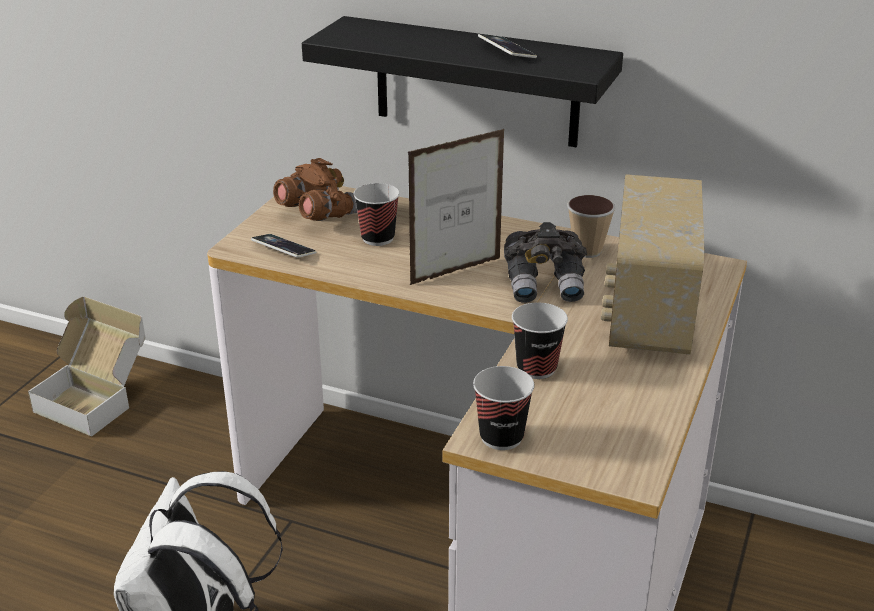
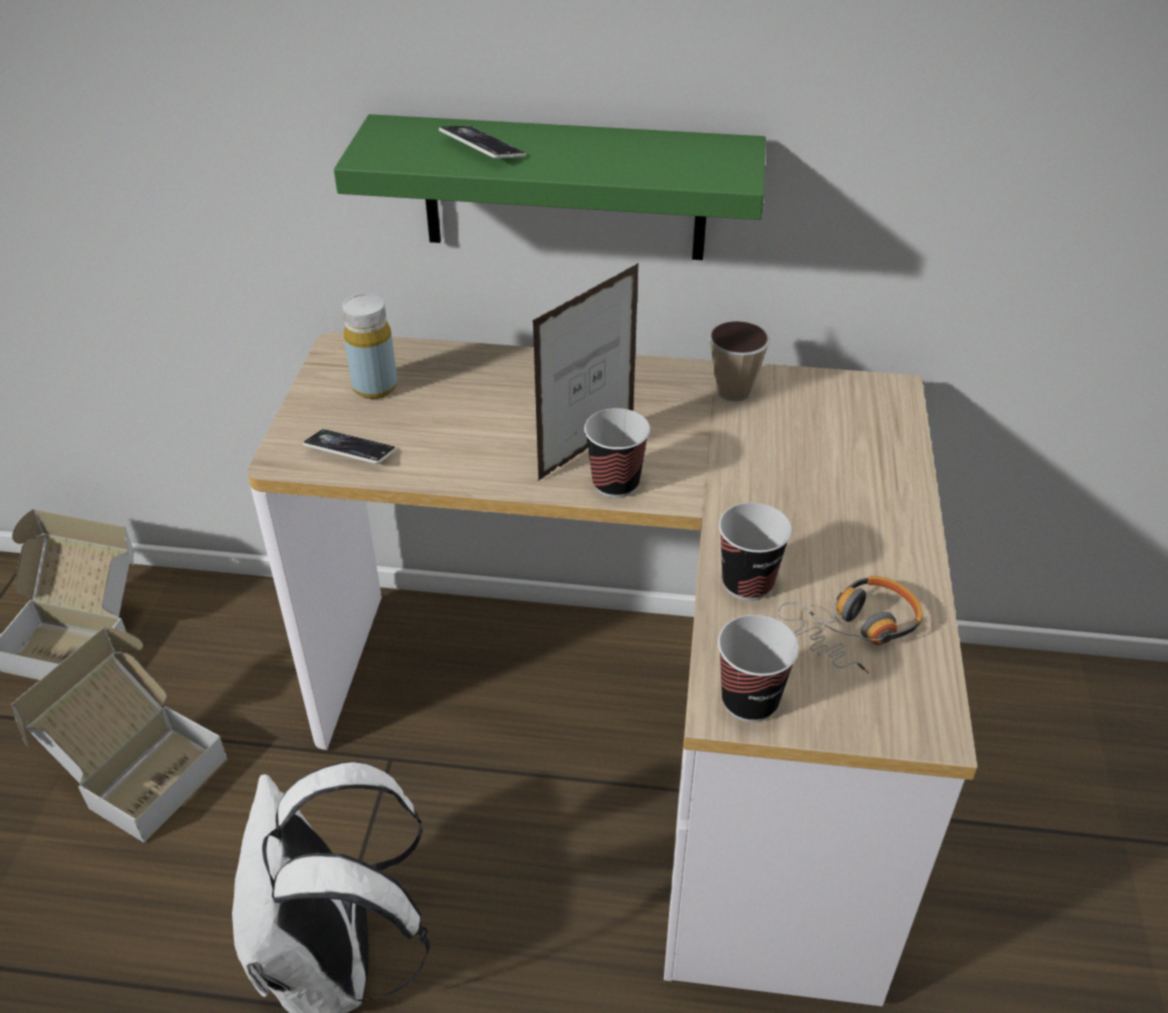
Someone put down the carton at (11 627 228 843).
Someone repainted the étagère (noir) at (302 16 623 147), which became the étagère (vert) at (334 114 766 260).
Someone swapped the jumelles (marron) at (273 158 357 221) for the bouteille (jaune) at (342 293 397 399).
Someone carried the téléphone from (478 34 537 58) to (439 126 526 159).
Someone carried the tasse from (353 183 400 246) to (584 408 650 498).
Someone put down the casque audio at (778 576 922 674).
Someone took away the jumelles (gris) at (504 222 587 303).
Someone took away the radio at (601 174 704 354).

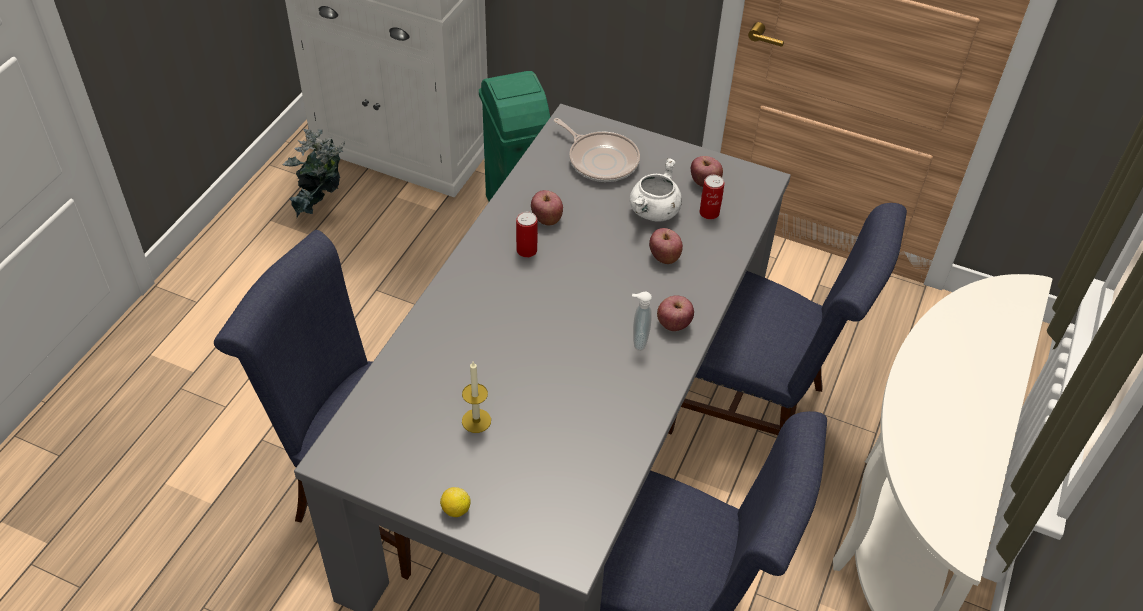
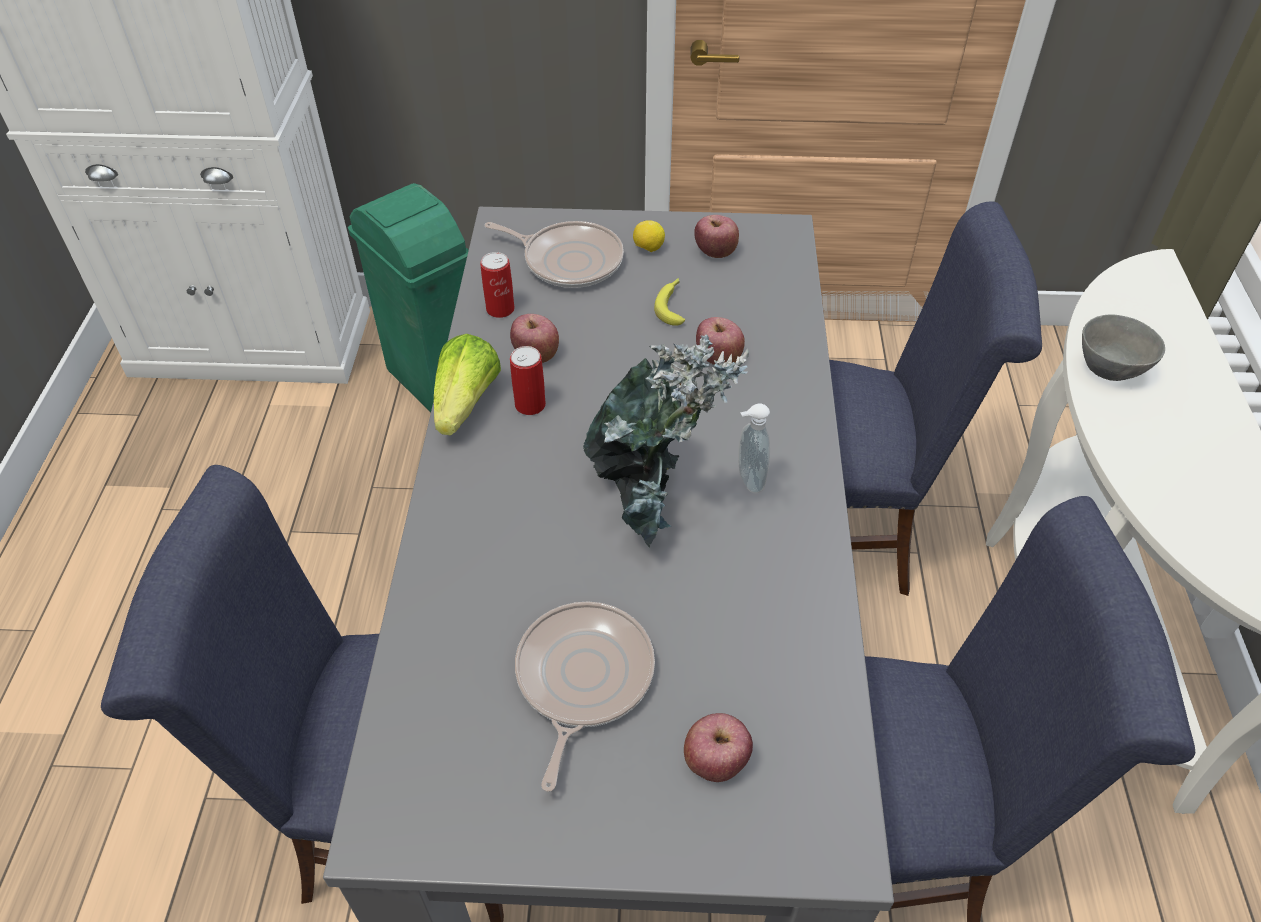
Someone put down the laitue at (434 334 501 435).
Someone carried the boîte métallique from (700 175 724 220) to (480 252 515 318).
Someone swapped the bougie at (462 362 491 433) for the poêle at (515 602 655 792).
Someone carried the plante en pot from (283 129 345 217) to (583 335 749 547).
Someone carried the citron from (440 487 471 517) to (633 220 665 252).
Someone swapped the marmite (blanc) at (630 158 682 222) for the banane at (654 278 685 326).
Someone carried the pomme from (657 295 694 331) to (684 713 753 782).
Someone put down the bol (gris) at (1082 314 1165 381).

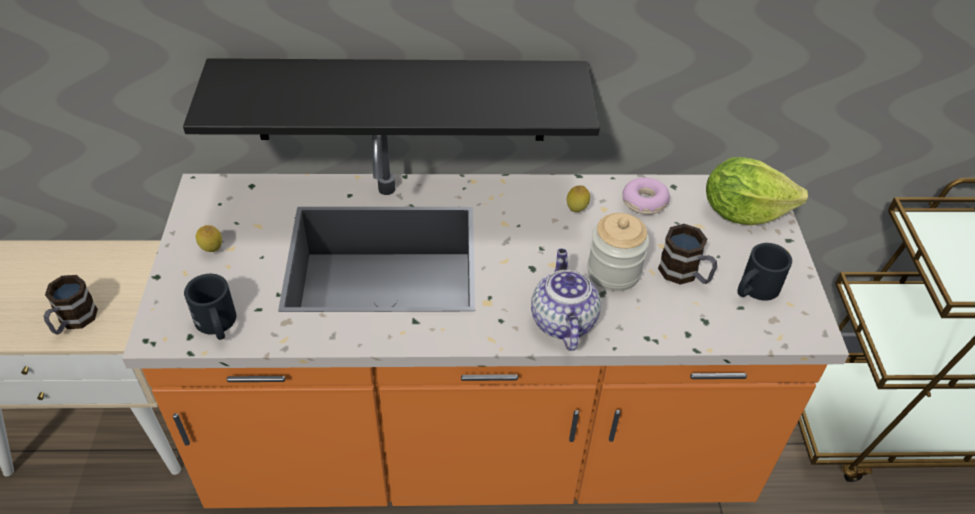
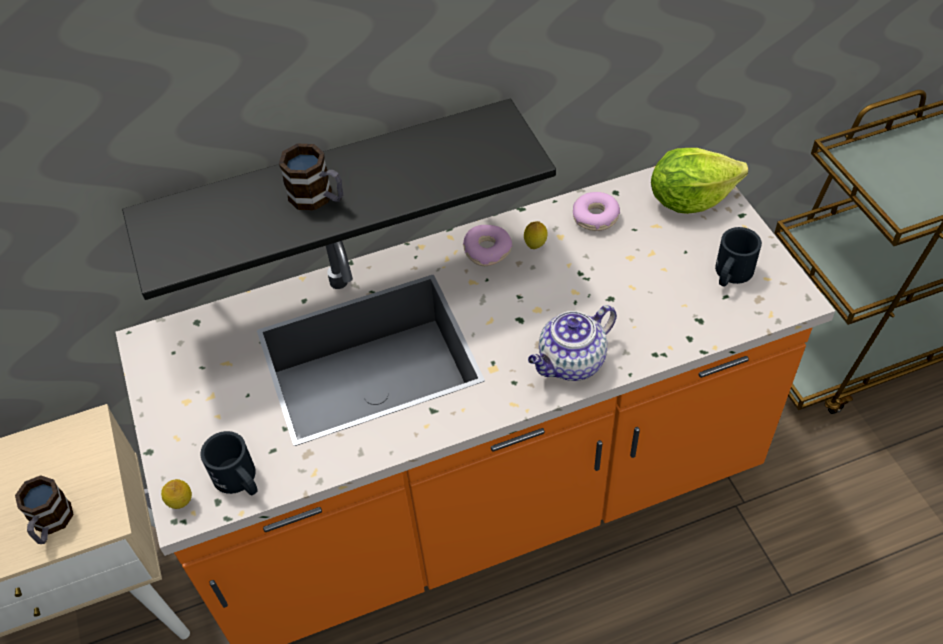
Someone carried the citron from (196 225 222 252) to (161 479 192 509).
Someone carried the mug from (658 224 717 285) to (279 144 343 210).
Someone put down the beignet at (463 225 512 266).
Someone rotated the théière at (531 249 601 351) by 105 degrees counterclockwise.
Someone took away the bocal at (587 213 649 291).

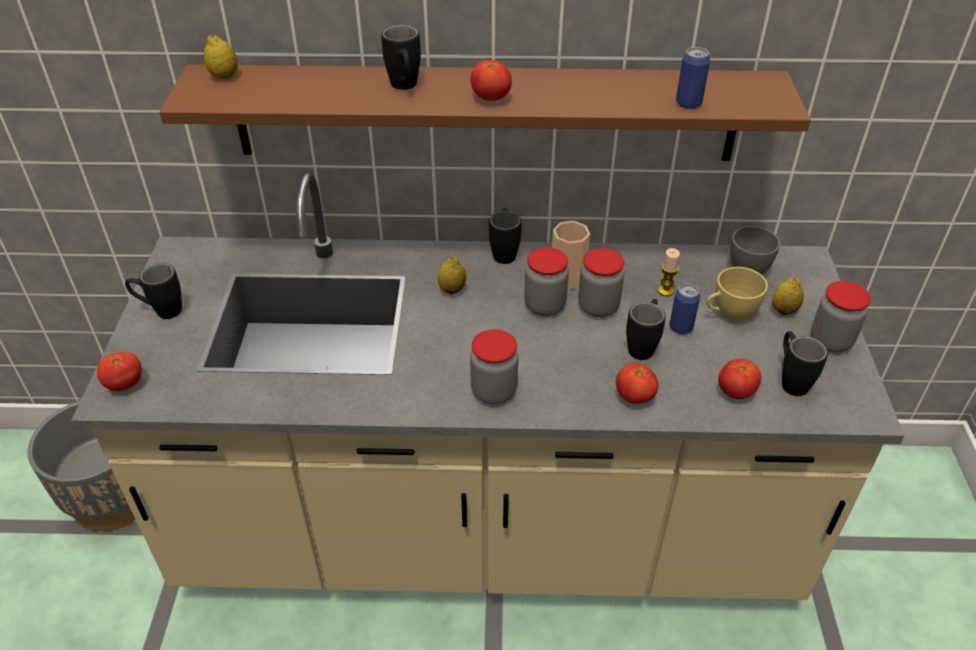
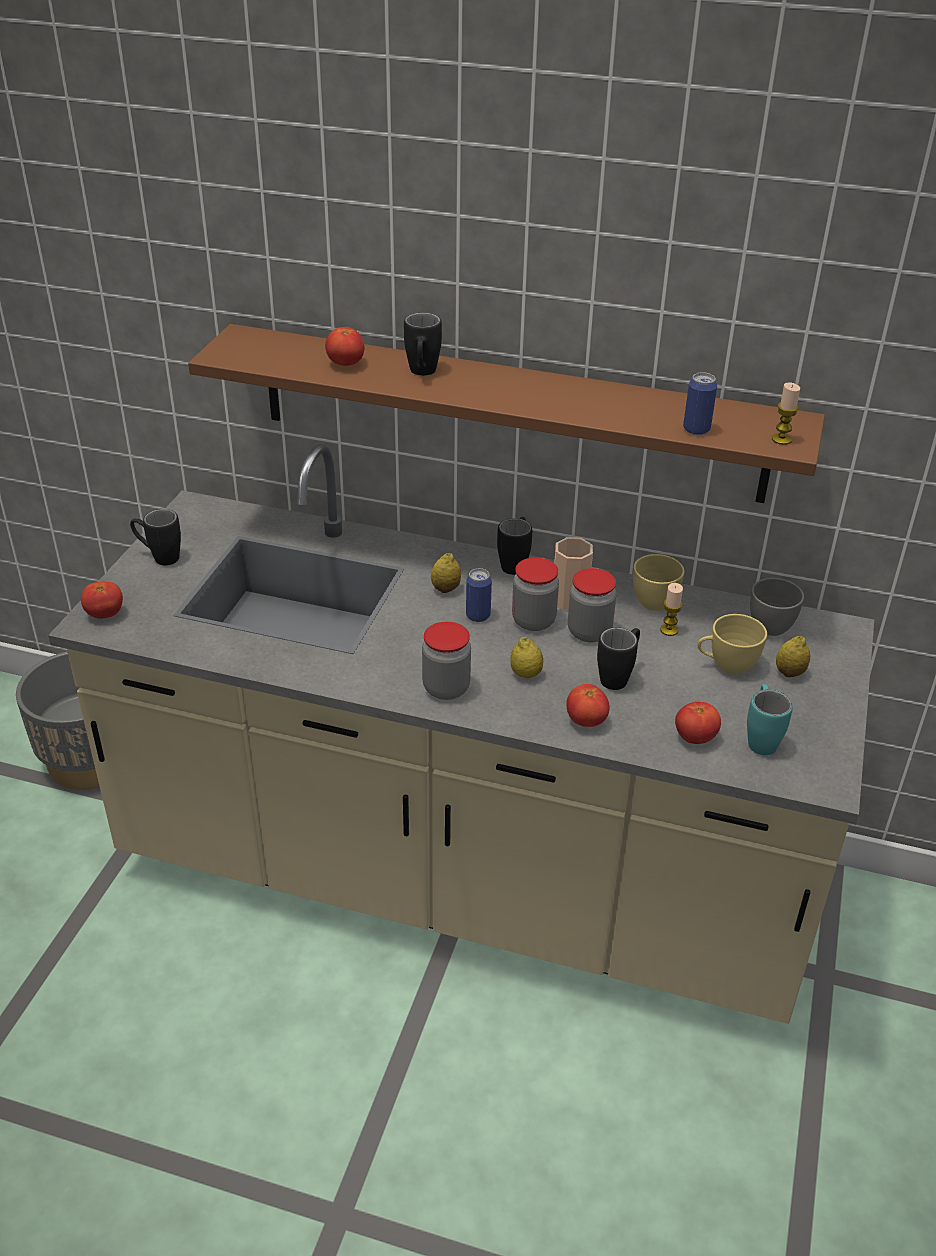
Someone carried the tomate from (470 60 512 101) to (325 327 364 366).
Someone carried the boîte métallique from (669 284 700 334) to (466 568 492 622).
Someone carried the citron from (204 34 238 79) to (510 637 543 678).
Someone put down the tasse (jaune) at (633 554 684 611).
Someone repainted the mug (noir) at (782 331 828 396), which became the mug (turquoise) at (747 684 793 755).
Someone put down the bougie at (772 382 800 445).
Someone took away the bocal at (811 281 871 353).

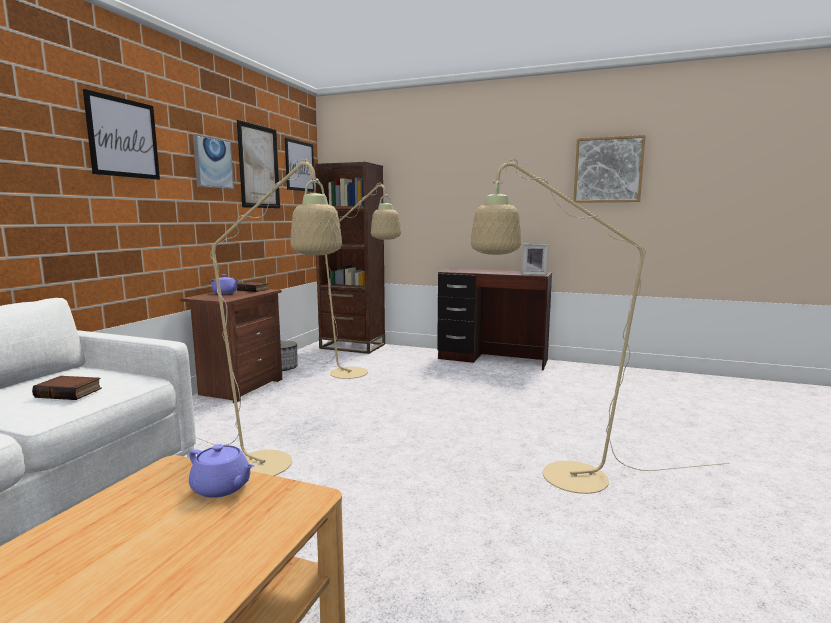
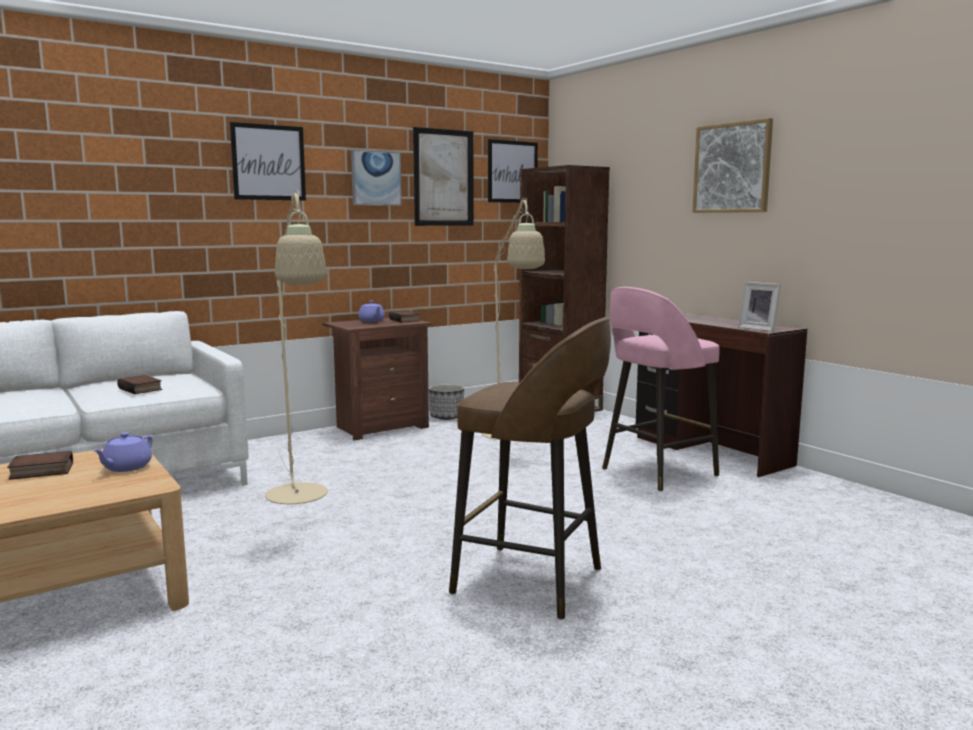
Someone put down the livre at (7 451 73 480).
Someone rotated the théière (violet) at (189 444 254 498) by 45 degrees clockwise.
Someone swapped the lampadaire (beige) at (471 159 730 494) for the tabouret (marron) at (449 317 611 620).
Someone put down the tabouret (rose) at (602 287 720 492).
Someone carried the tableau from (573 135 646 203) to (693 118 773 213).

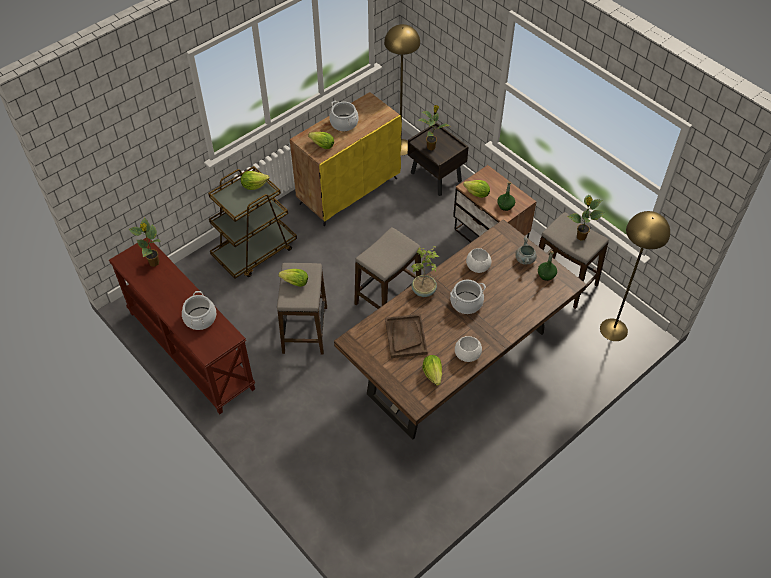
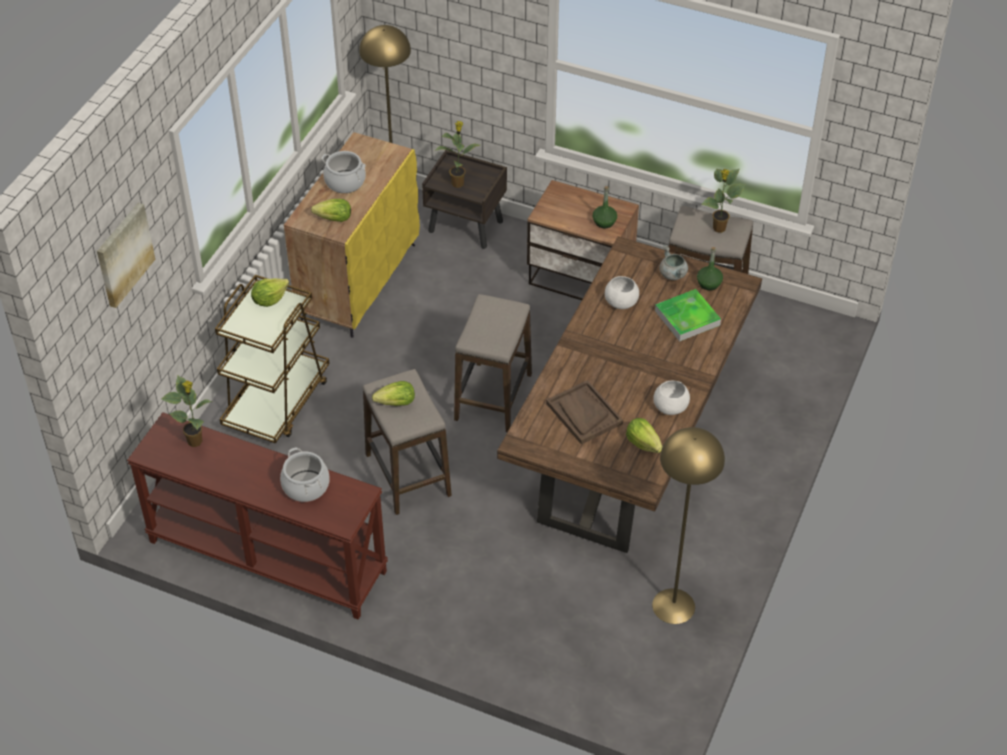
Someone put up the tableau at (97 203 155 308).
Someone carried the lampadaire (jaune) from (600 211 670 341) to (652 427 725 624).
Someone put down the plateau at (655 289 721 342).
Someone took away the plante en pot at (411 246 439 297).
Someone took away the marmite at (450 280 486 314).
Someone took away the laitue at (463 180 490 198).

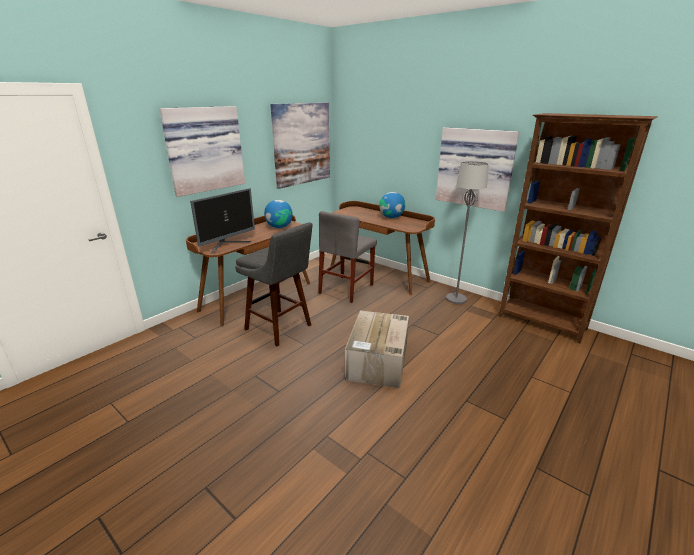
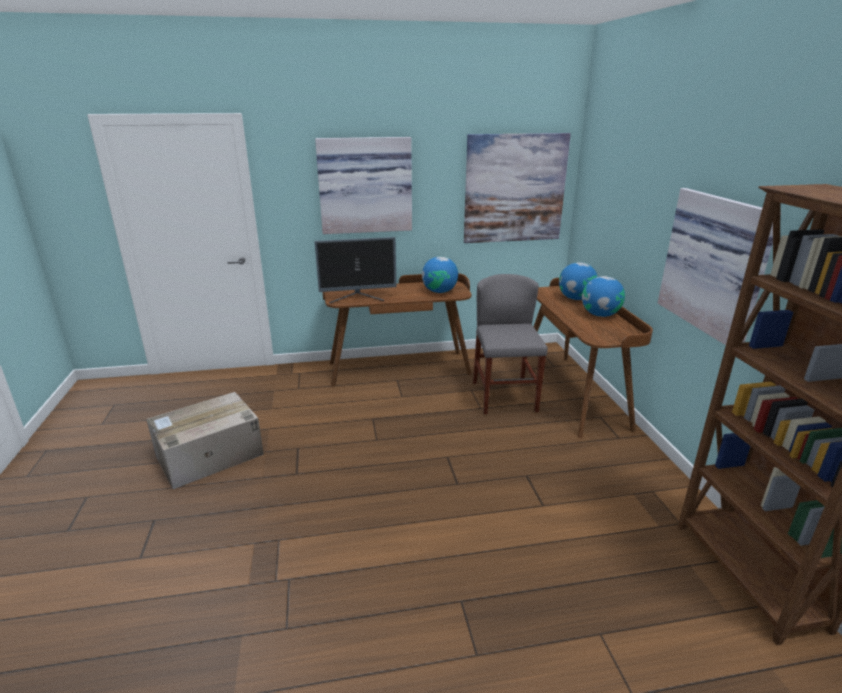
Someone carried the carton from (345 311 409 389) to (146 392 264 489).
Someone rotated the chaise (gris) at (318 211 377 303) by 105 degrees clockwise.
Someone put down the globe at (559 262 598 300).
Someone took away the tabouret (gris) at (235 222 312 346).
Someone took away the lampadaire (gris) at (446 161 489 304).

